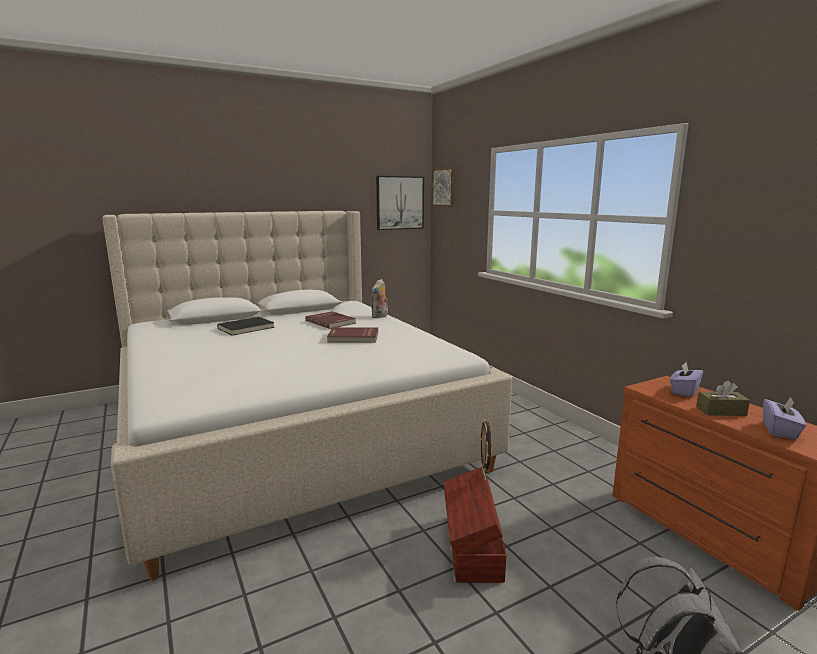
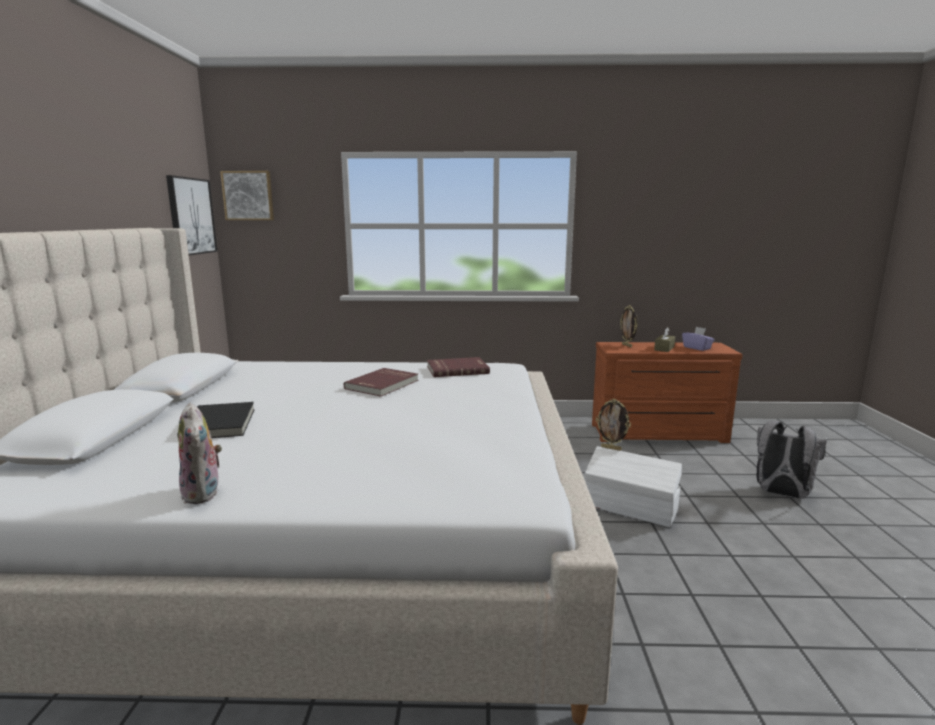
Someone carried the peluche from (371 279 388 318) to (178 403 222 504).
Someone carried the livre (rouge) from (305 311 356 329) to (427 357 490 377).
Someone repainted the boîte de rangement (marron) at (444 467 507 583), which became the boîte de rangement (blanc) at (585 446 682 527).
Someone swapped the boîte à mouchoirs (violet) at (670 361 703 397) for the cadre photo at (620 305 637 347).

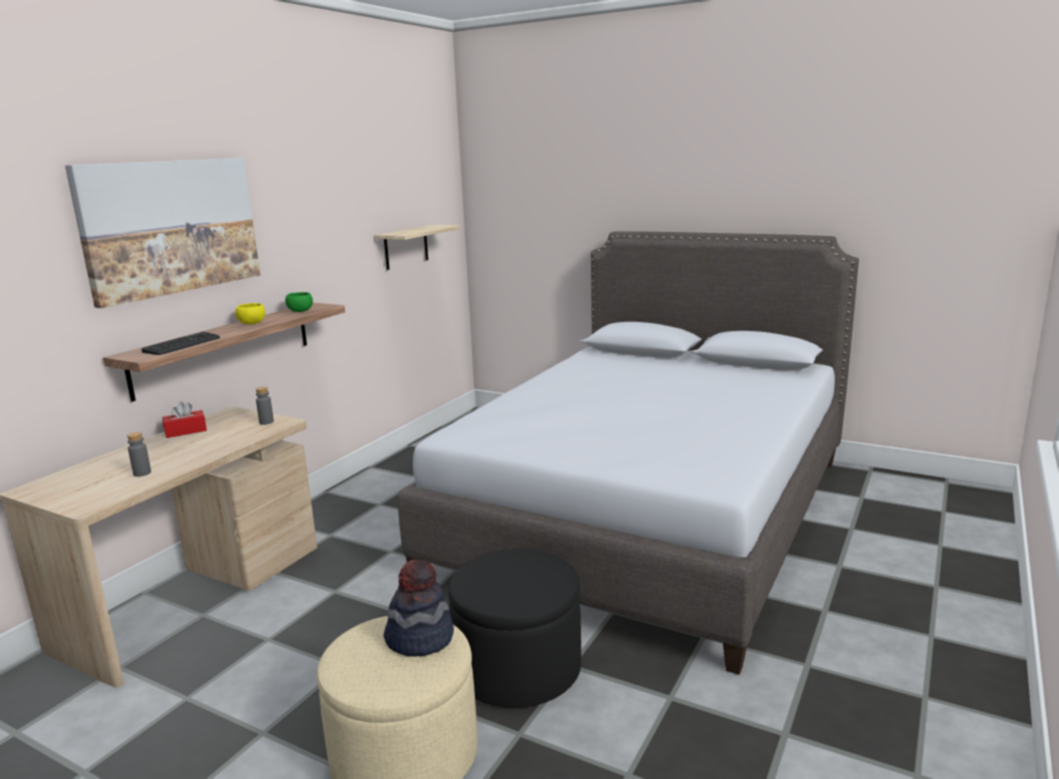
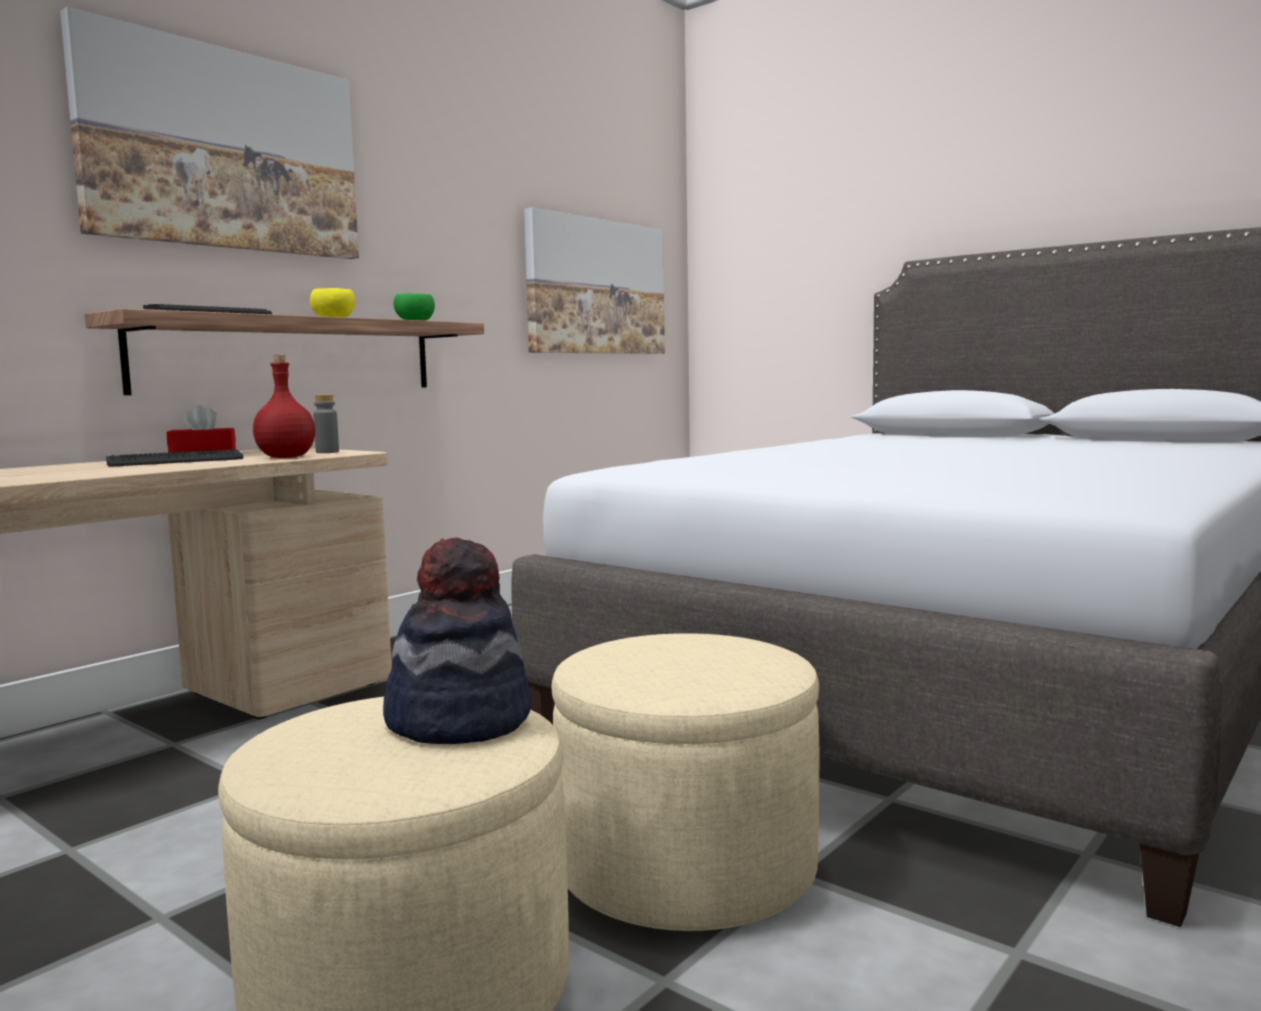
Someone put down the clavier at (106 450 243 466).
Someone put down the bouteille (rouge) at (253 355 315 458).
Someone swapped the étagère at (375 225 461 270) for the tableau at (524 207 665 354).
Someone repainted the pouf (noir) at (448 549 581 708), which became the pouf (beige) at (551 633 819 931).
Someone took away the bouteille (gris) at (127 432 151 477).

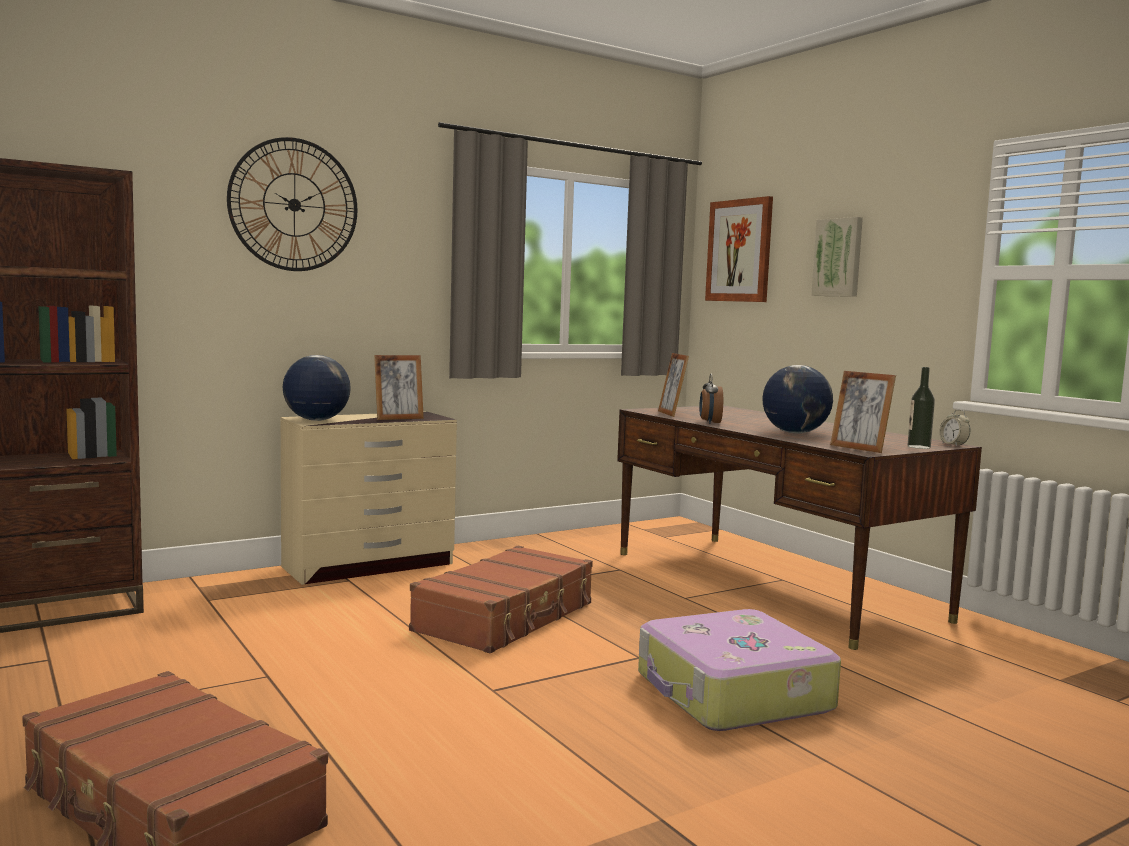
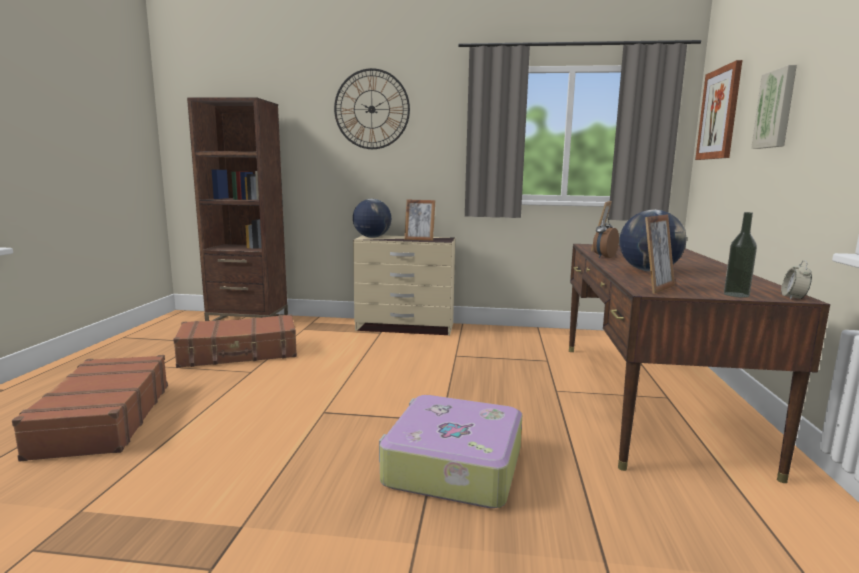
Someone carried the valise (marron) from (409 546 593 653) to (173 314 297 368).
Someone rotated the cadre photo at (830 371 896 453) by 135 degrees counterclockwise.

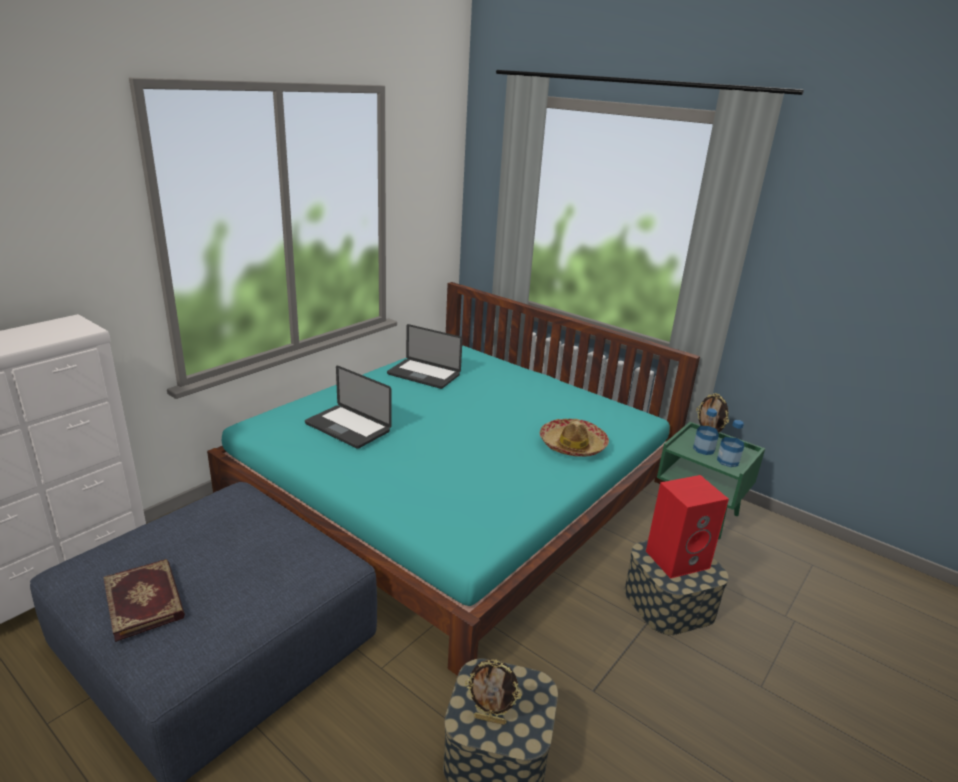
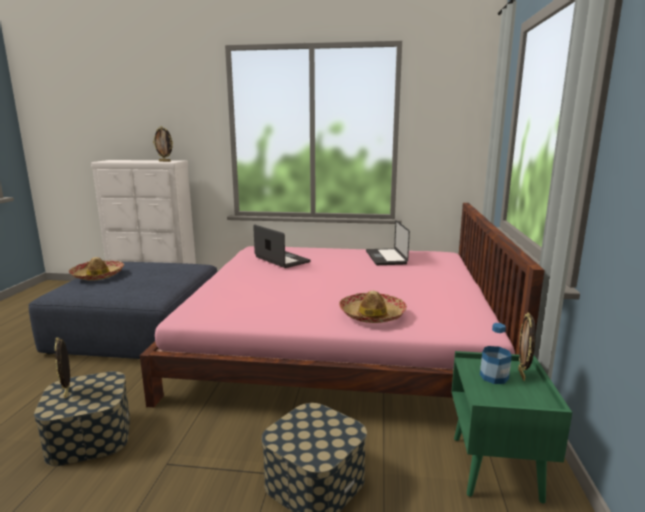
Someone swapped the livre at (103 559 185 642) for the chapeau at (69 257 124 281).
Someone repainted the lit (turquoise) at (207 282 700 676), which became the lit (rose) at (140 203 544 407).
Someone put down the cadre photo at (153 126 173 162).
Someone rotated the ordinateur portable at (305 365 391 449) by 135 degrees clockwise.
Someone took away the enceinte (rouge) at (646 475 729 579).
Someone took away the bouteille at (717 420 744 467).

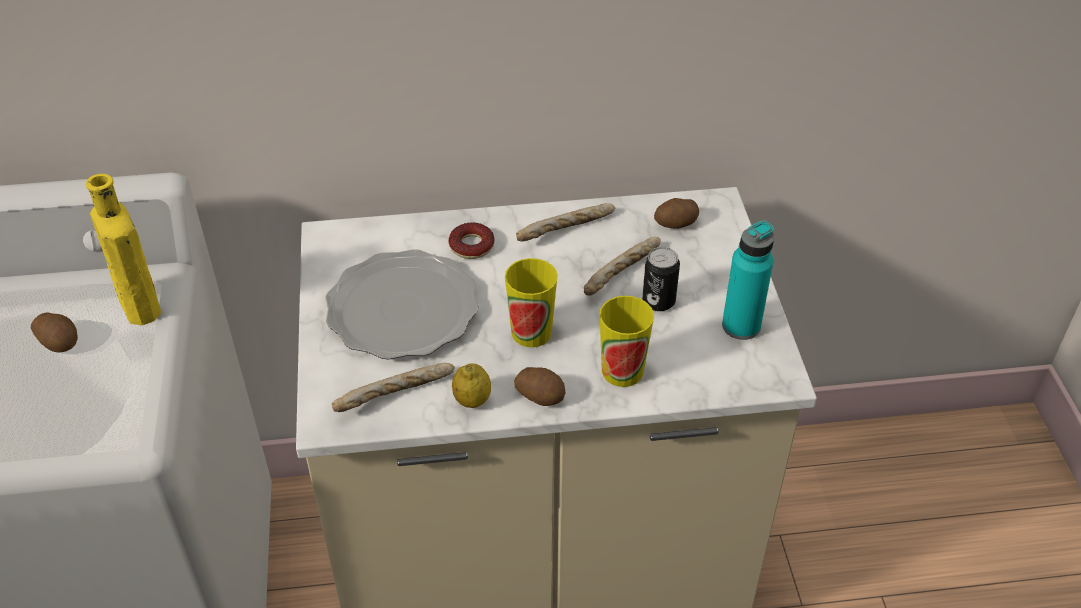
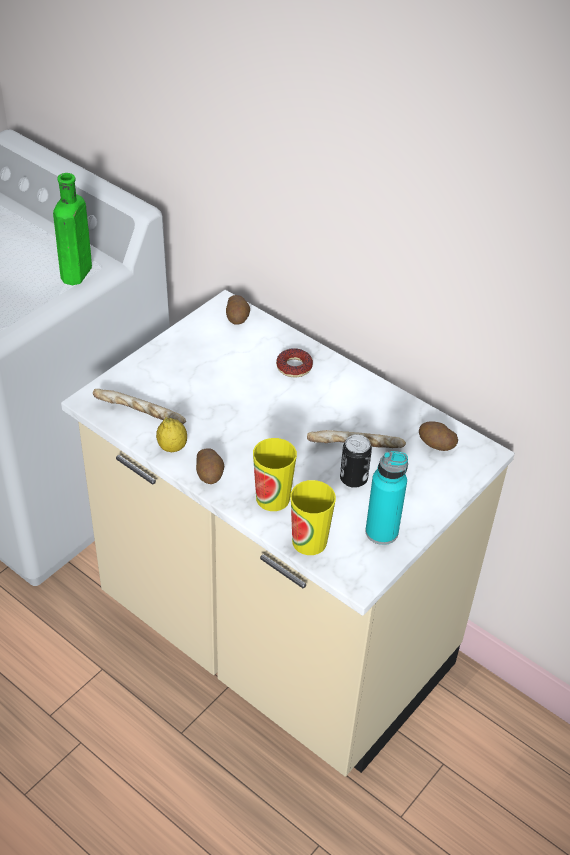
Someone repainted the bouteille (jaune) at (86 174 161 325), which became the bouteille (vert) at (53 173 92 285).
Someone carried the pomme de terre from (31 312 78 352) to (226 295 250 325).
Someone carried the tasse from (505 258 558 347) to (290 480 336 555).
Someone took away the assiette at (325 249 479 359).
Someone took away the pain at (516 203 615 242).

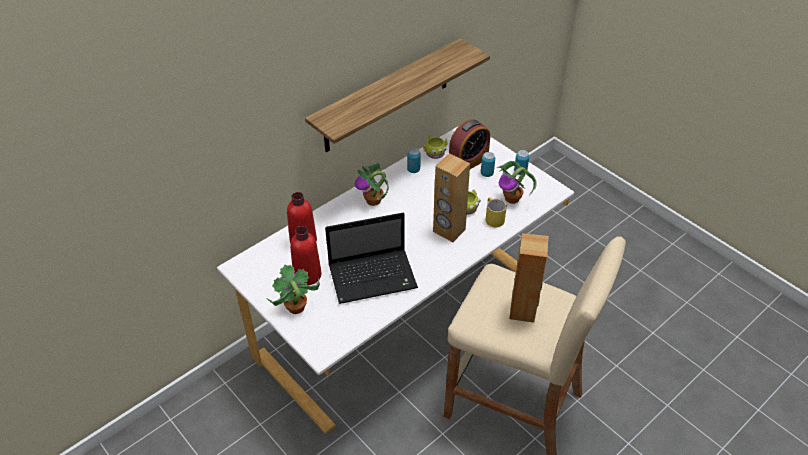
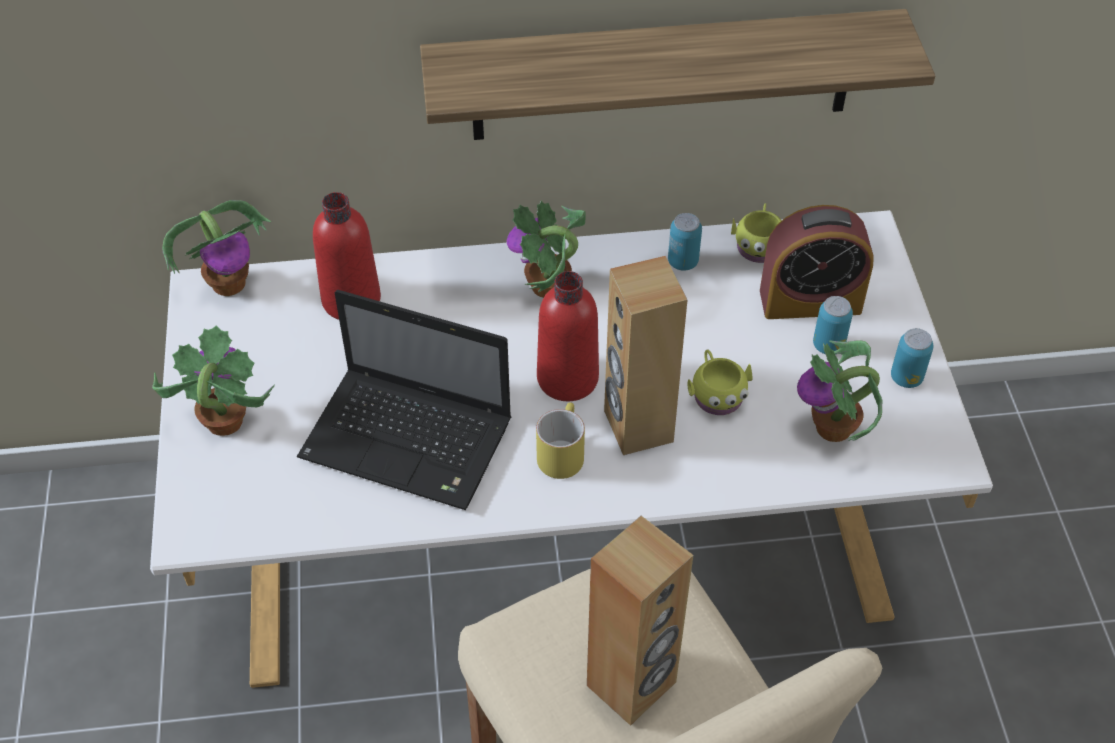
Someone put down the plante en pot at (162 200 271 296).
Someone carried the mug (jaune) from (486 197 507 227) to (536 403 585 479).
Someone carried the bouteille (rouge) from (290 226 321 286) to (537 271 599 401).

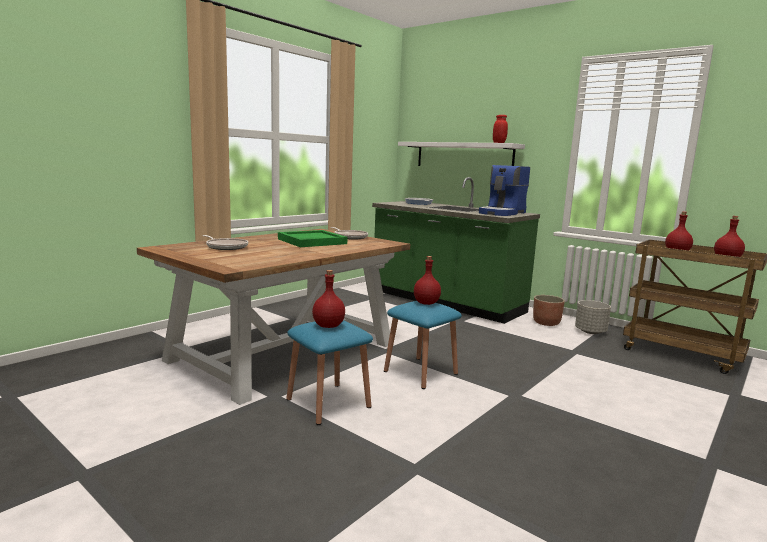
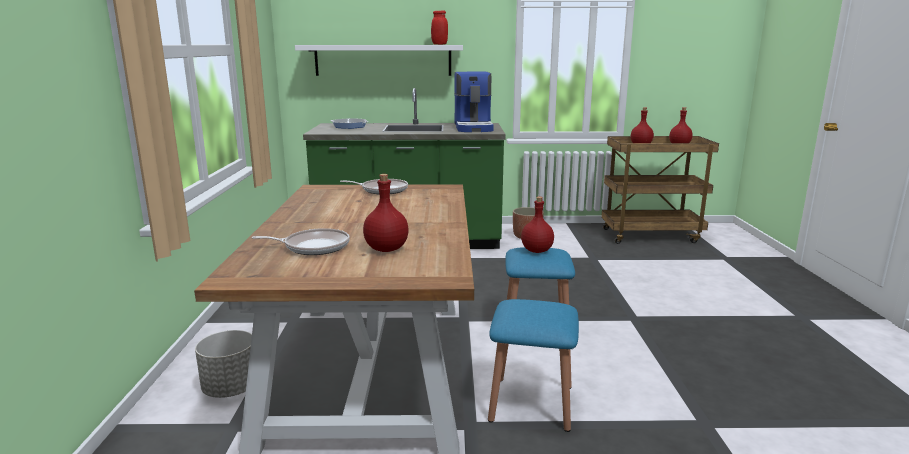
Someone carried the cache-pot (gris) from (575 300 611 334) to (195 330 252 398).
Someone carried the bouteille (rouge) from (312 270 345 328) to (363 174 409 252).
Someone took away the plateau (vert) at (278 230 347 247).

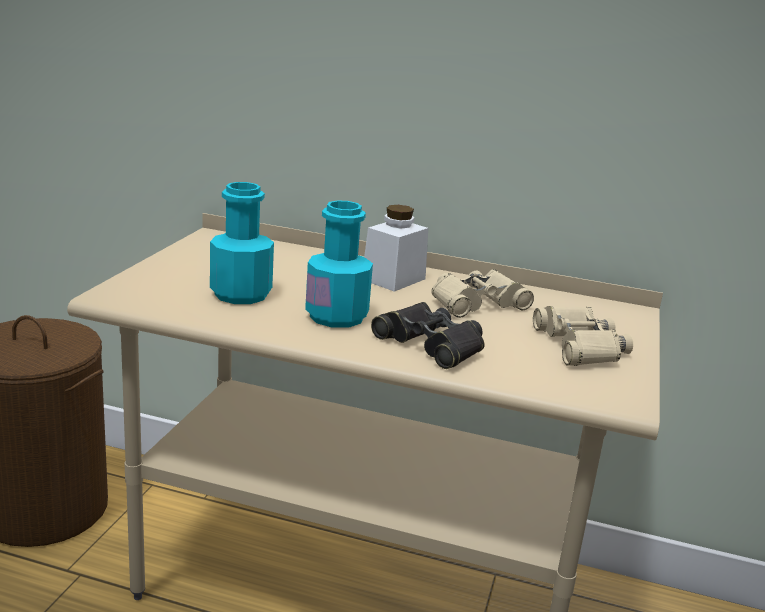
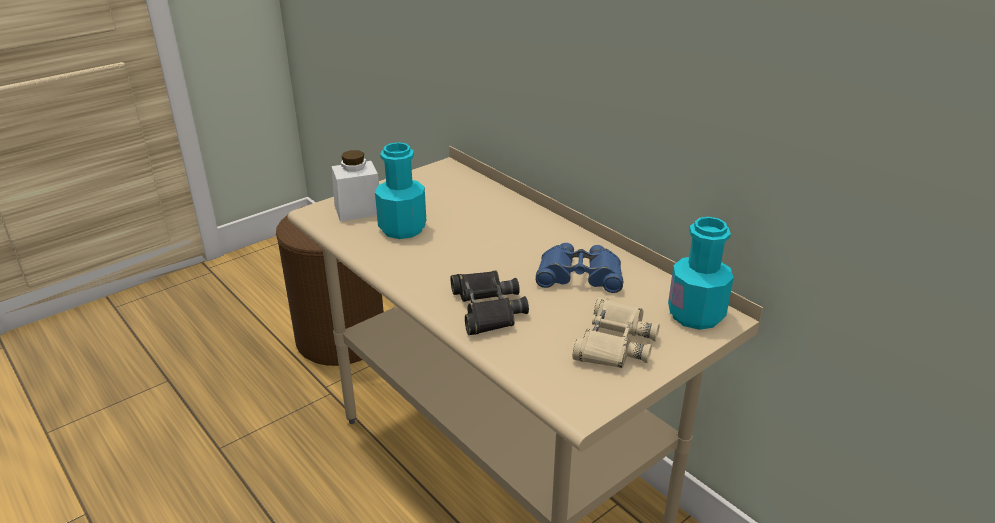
Someone carried the bocal (blanc) from (364 205 428 292) to (332 150 379 222).
Someone repainted the jumelles (beige) at (431 269 534 318), which became the jumelles (bleu) at (536 243 623 293).
Someone carried the bouteille (turquoise) from (305 200 373 328) to (668 217 734 330).

